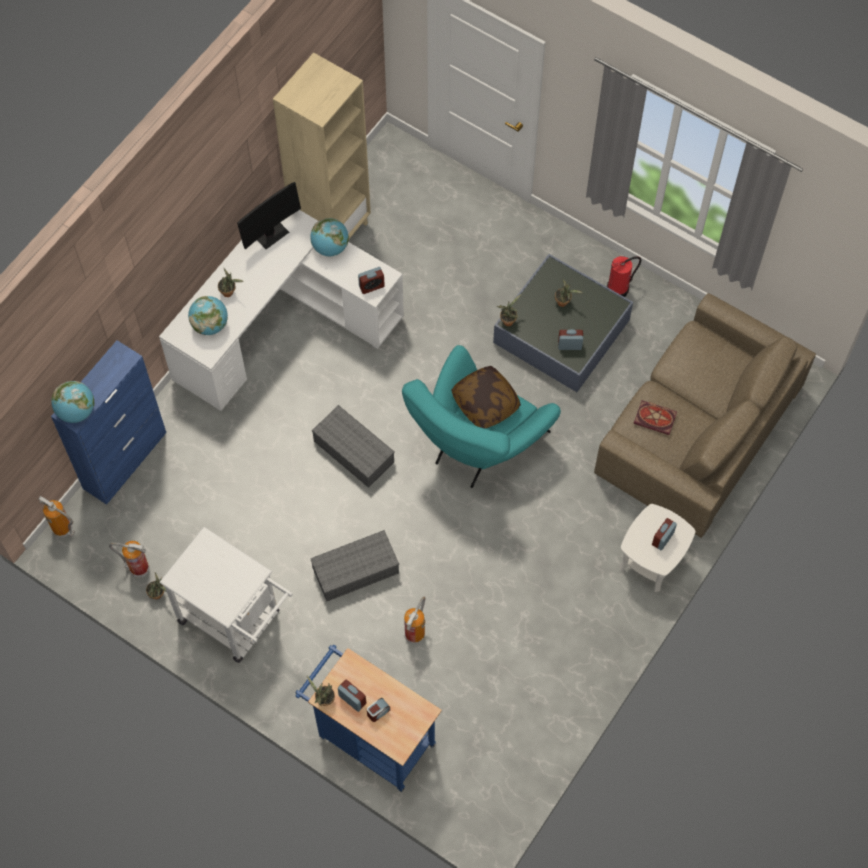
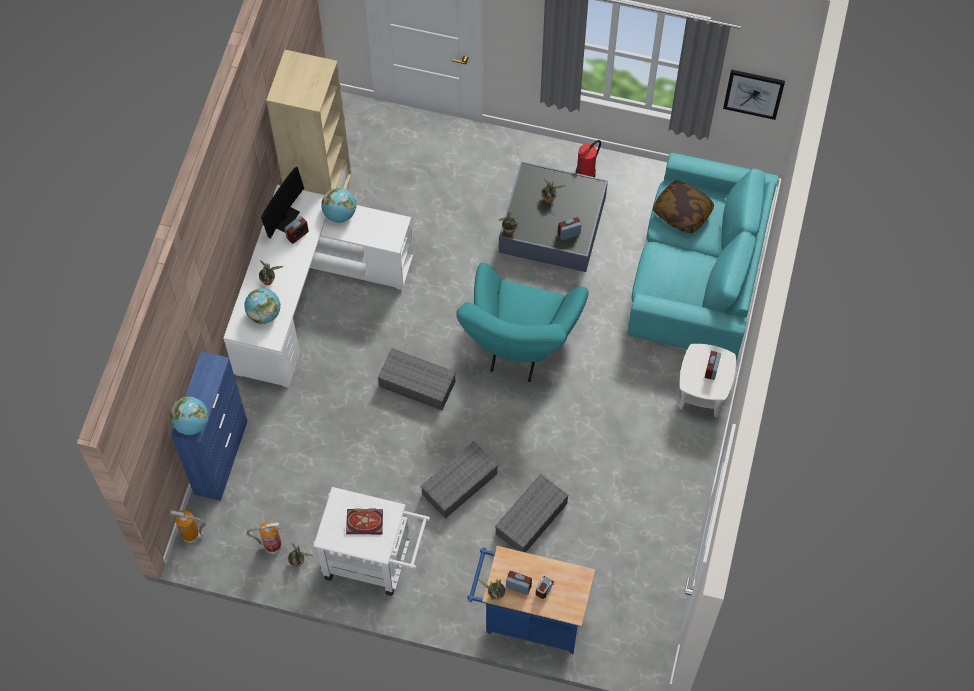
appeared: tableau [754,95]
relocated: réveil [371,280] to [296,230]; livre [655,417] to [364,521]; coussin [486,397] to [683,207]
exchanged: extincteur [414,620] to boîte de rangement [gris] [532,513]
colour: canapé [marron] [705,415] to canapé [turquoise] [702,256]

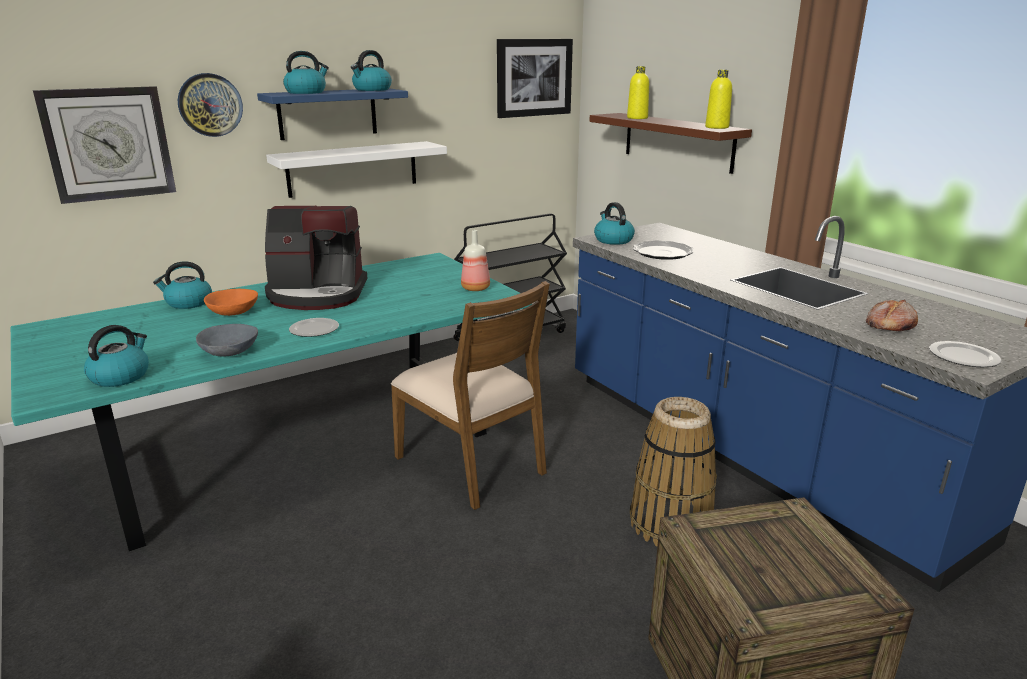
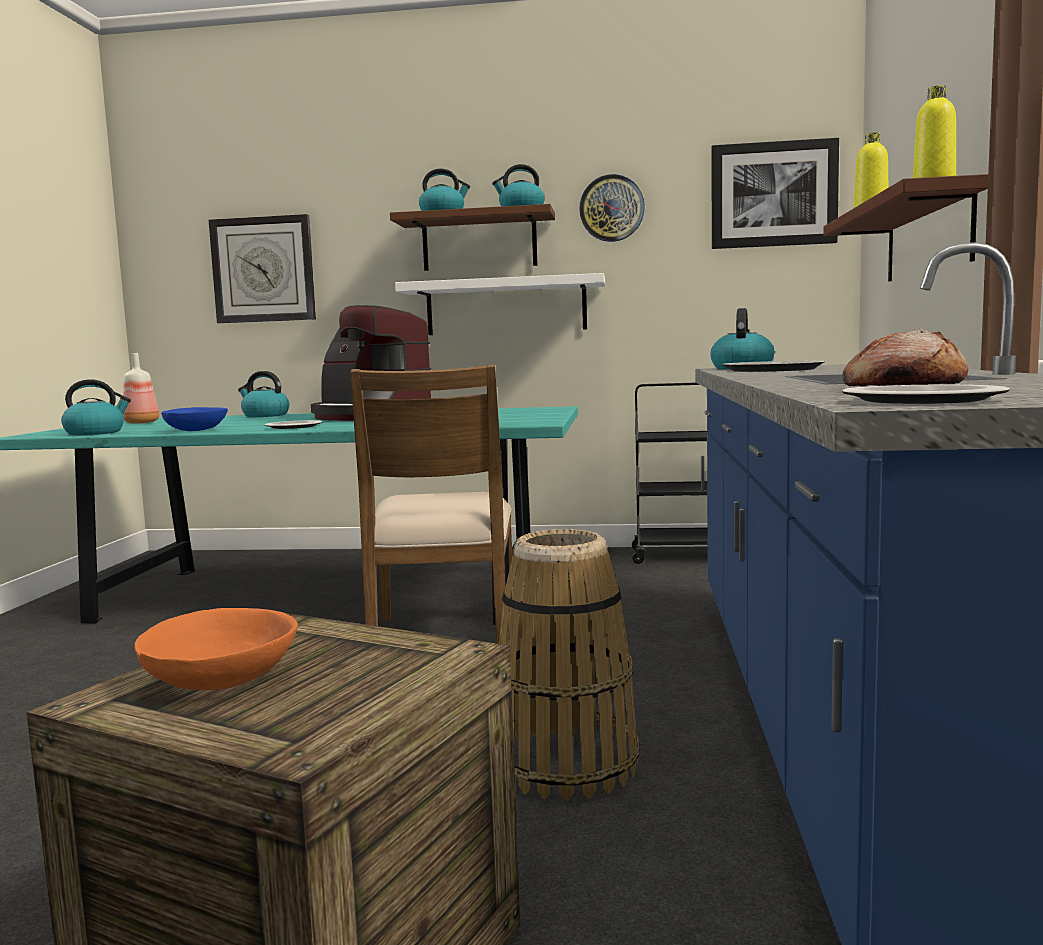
relocated: bouteille [475,260] to [141,388]; bol [orange] [231,302] to [216,649]; horloge murale [210,105] to [612,208]
colour: bol [gris] [227,340] to bol [bleu] [194,419]; étagère [bleu] [332,114] to étagère [marron] [472,237]

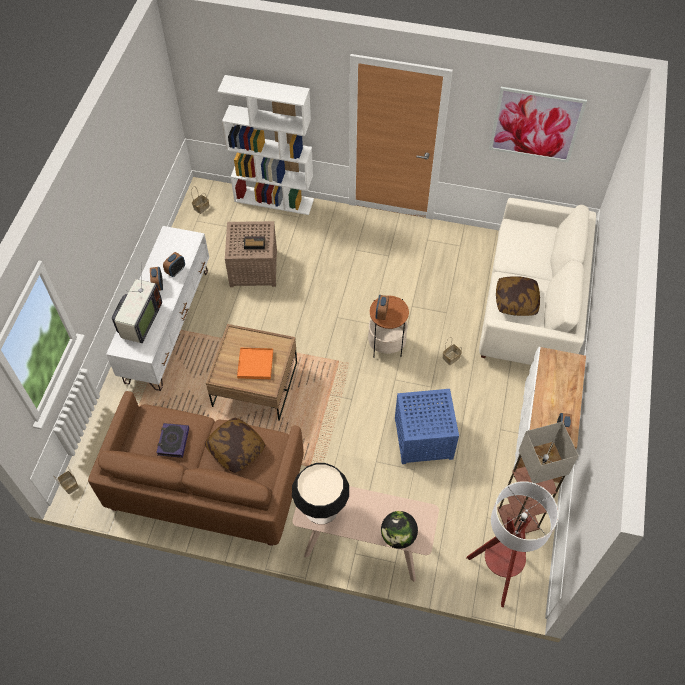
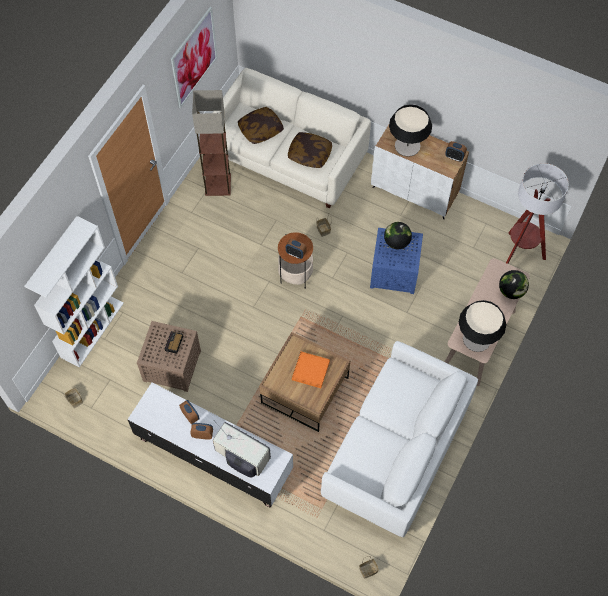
missing: livre [172,440]
appeared: globe [398,235]; lampe de table [410,130]
relocated: lampadaire [538,478] to [211,143]; coussin [235,445] to [261,125]
colour: canapé [marron] [196,468] to canapé [blanc] [399,439]

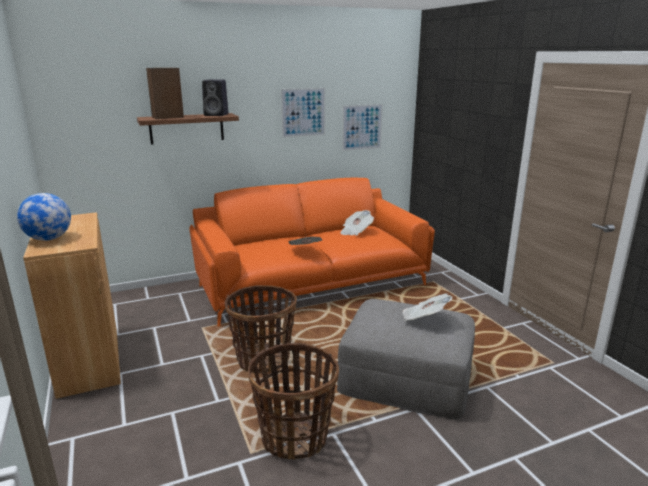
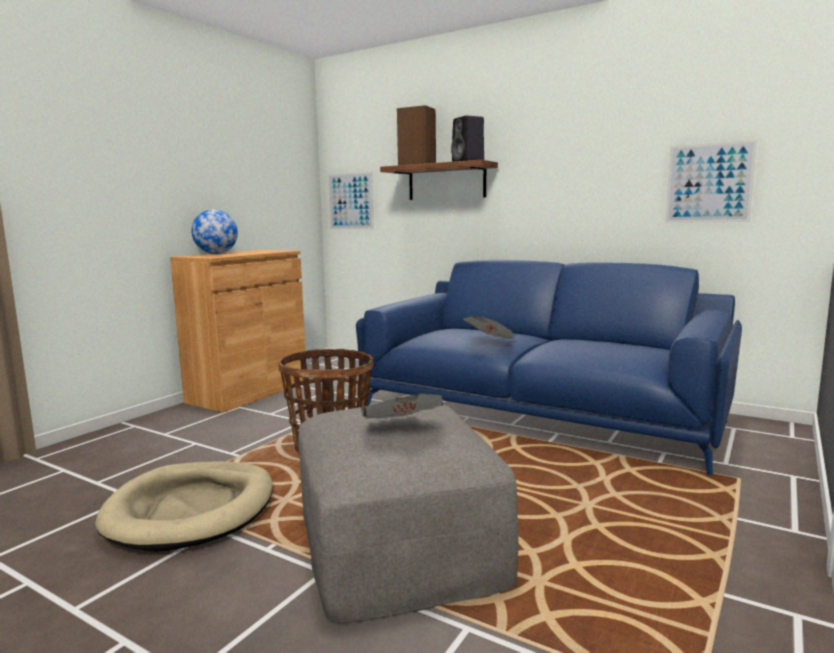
missing: journal [357,223]
relocated: tableau [303,113] to [351,200]
exchanged: panier [293,401] to panier pour chien [beige] [184,506]
colour: canapé [orange] [312,252] to canapé [bleu] [549,368]

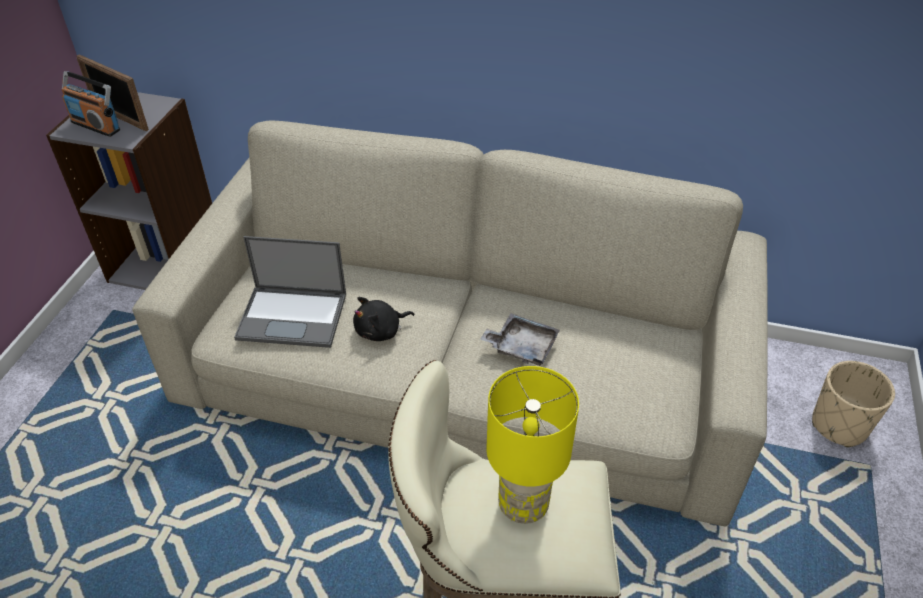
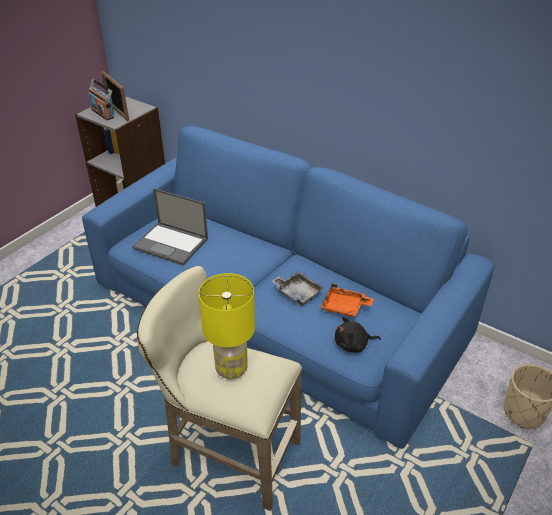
appeared: plateau [orange] [347,300]
relocated: peluche [noir] [383,319] to [358,335]
colour: canapé [beige] [450,323] to canapé [bleu] [288,287]

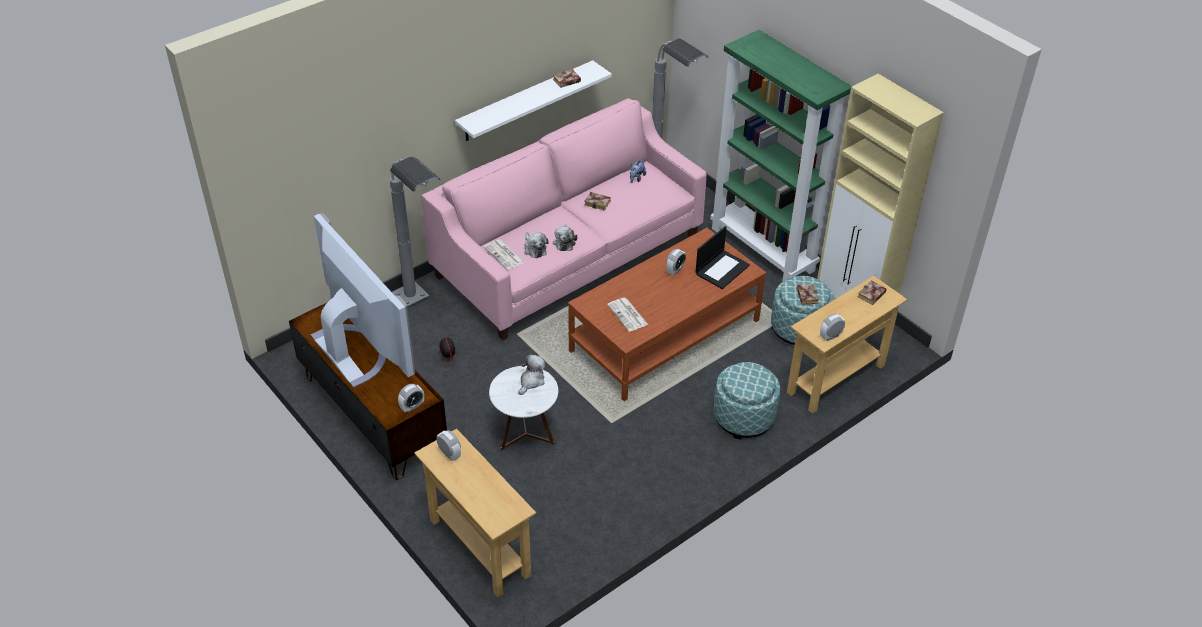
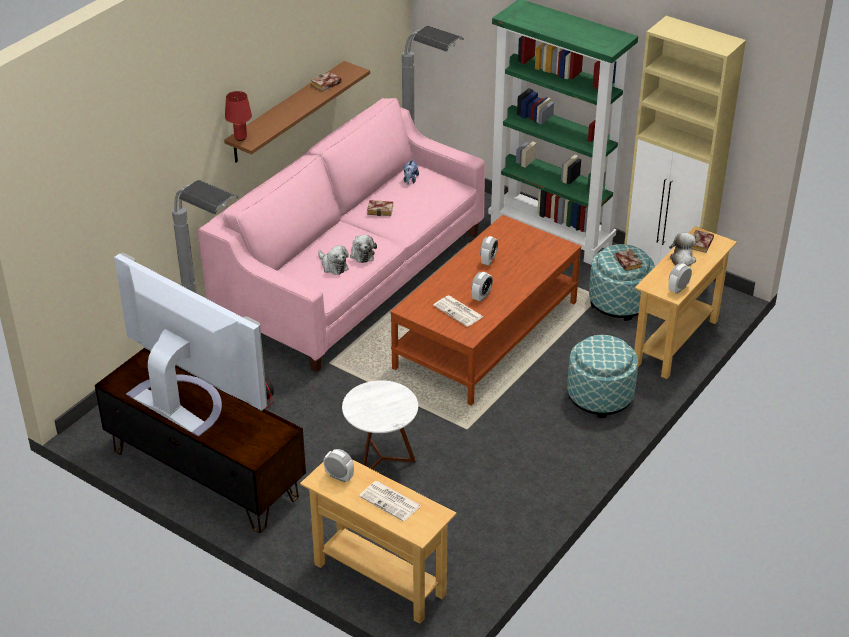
missing: ordinateur portable [722,257]
appeared: lampe de table [rouge] [238,116]
relocated: journal [504,254] to [390,501]; réveil [411,398] to [482,287]; peluche [531,374] to [682,249]
colour: étagère [blanc] [533,100] to étagère [marron] [297,112]

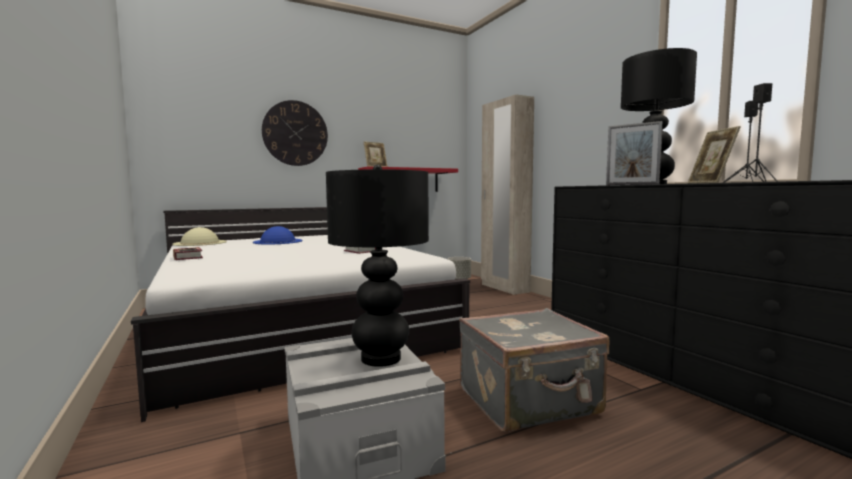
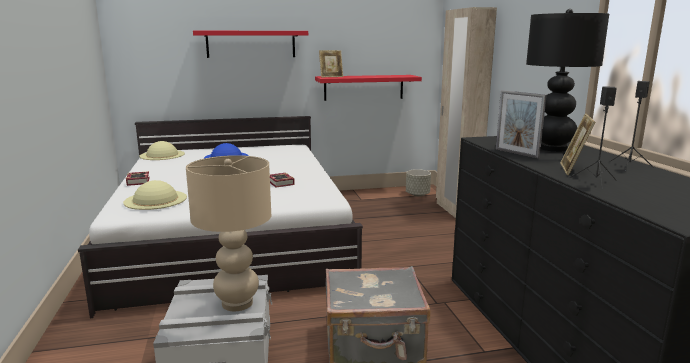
appeared: chapeau [beige] [155,195]
exchanged: horloge murale [295,133] to étagère [rouge] [250,44]
colour: lampe de table [noir] [377,266] to lampe de table [beige] [228,233]

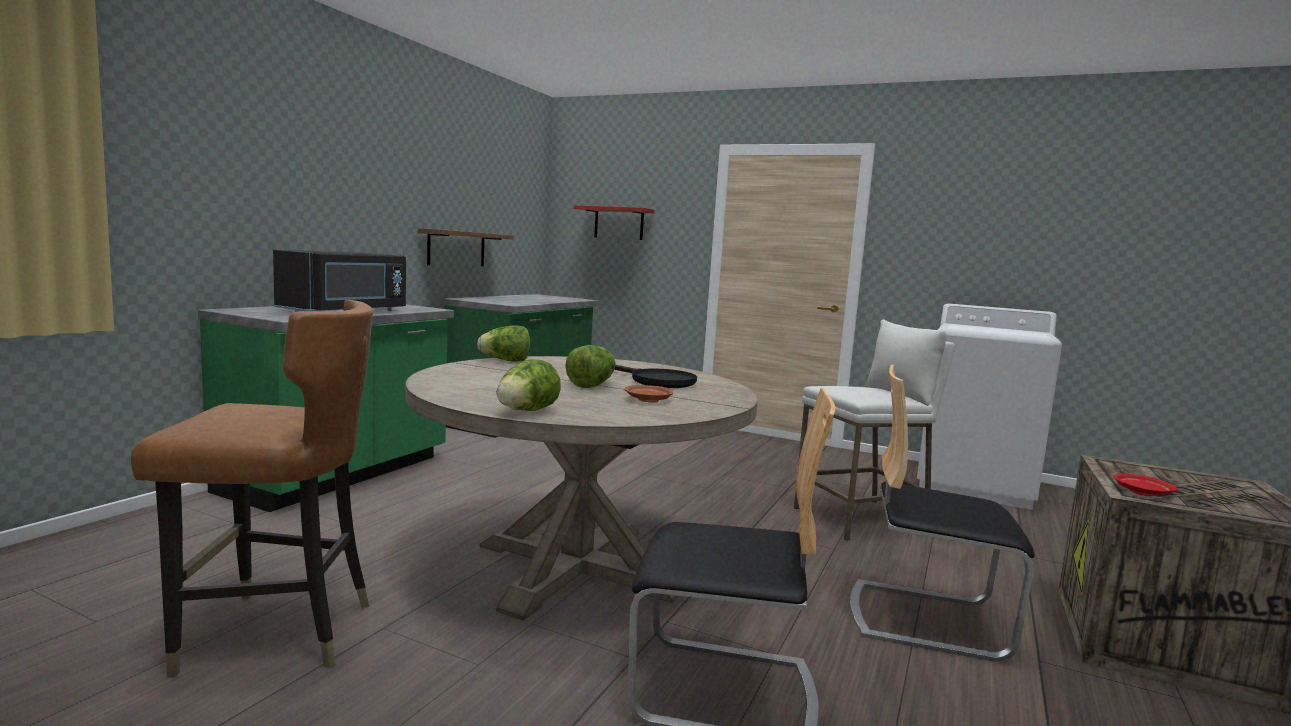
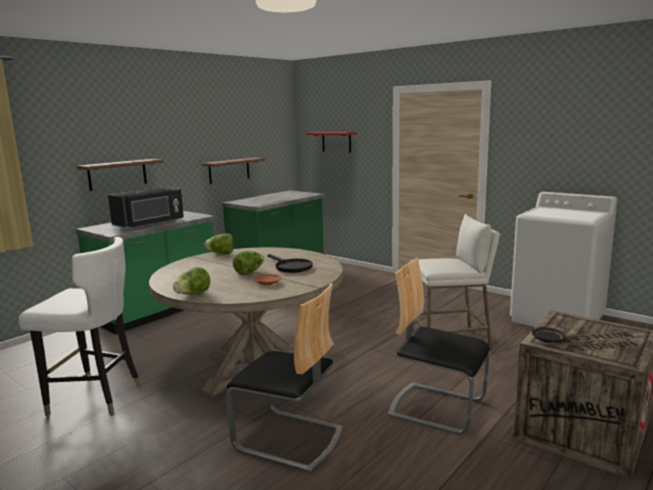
appeared: étagère [120,175]
colour: chaise [marron] [252,489] to chaise [blanc] [80,326]; assiette [rouge] [1145,484] to assiette [noir] [549,335]

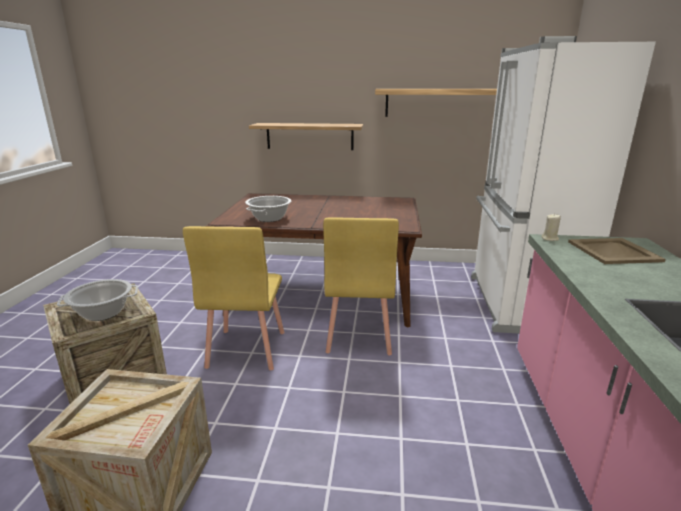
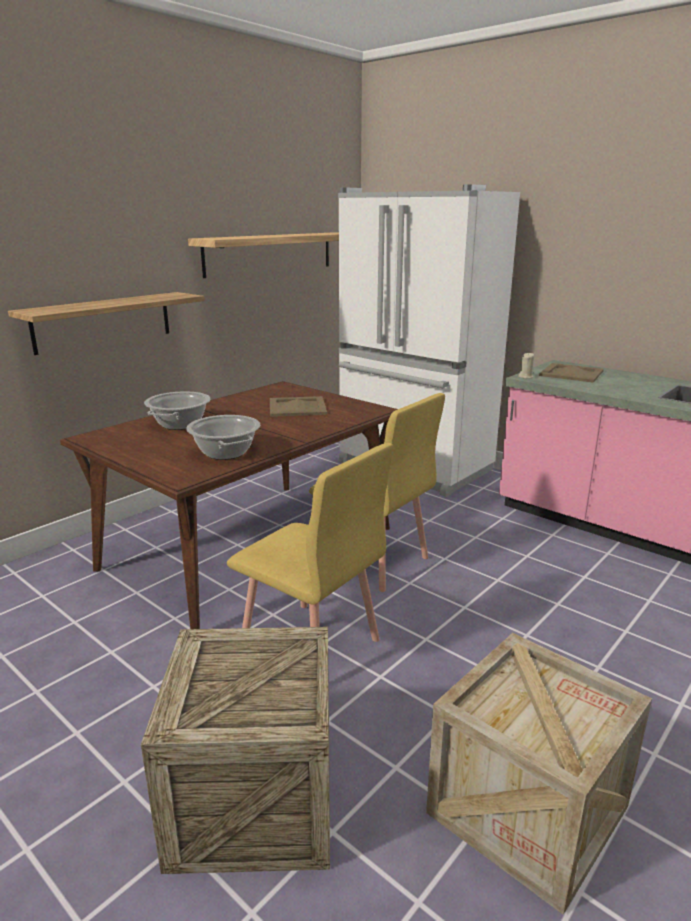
appeared: plateau [beige] [298,406]
relocated: marmite [97,300] to [177,411]

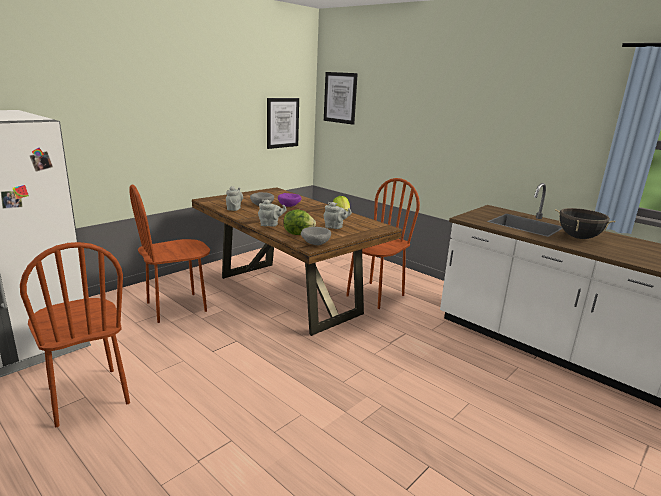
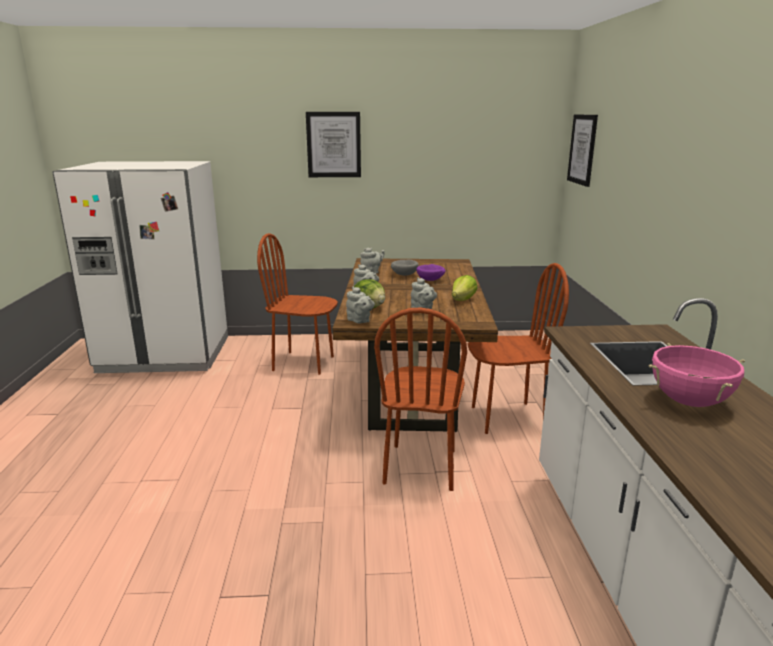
relocated: tableau [283,123] to [333,144]; chaise [marron] [75,334] to [420,399]
exchanged: bol [gris] [316,236] to théière [gris] [360,304]
colour: marmite [noir] [585,223] to marmite [rose] [697,375]

